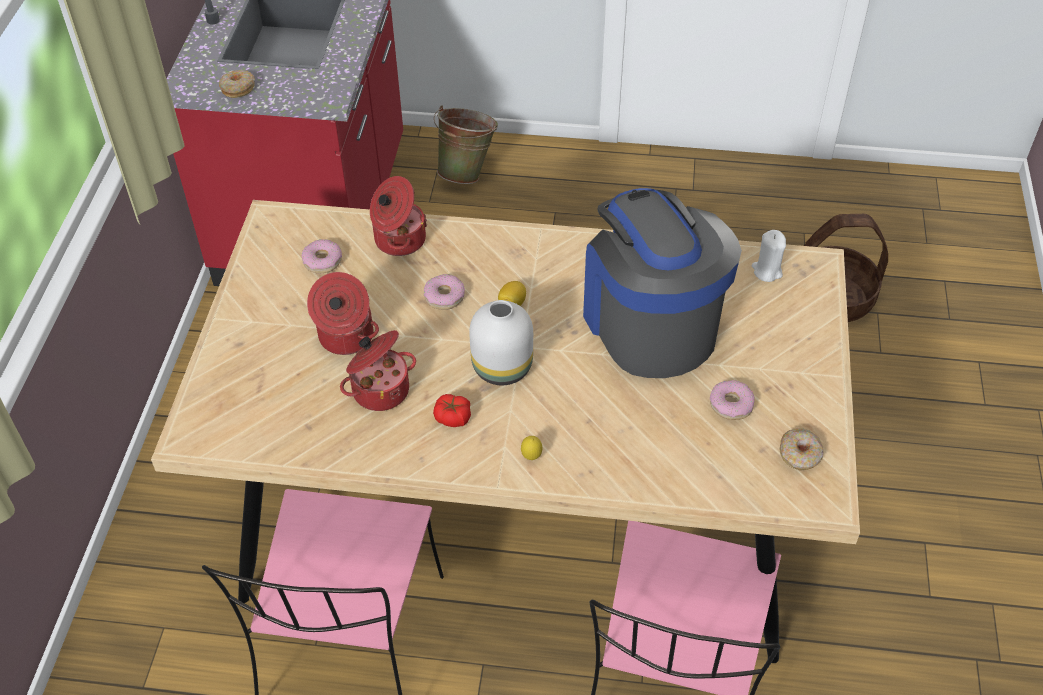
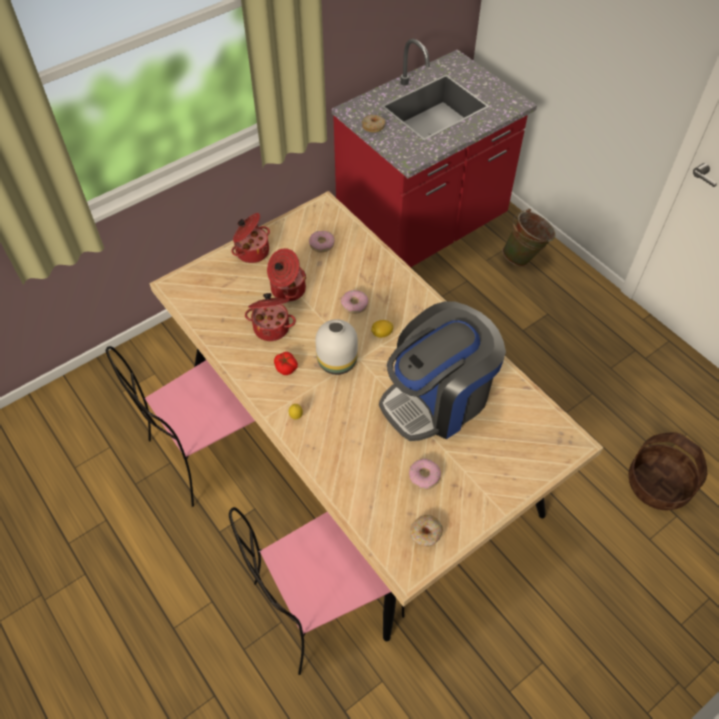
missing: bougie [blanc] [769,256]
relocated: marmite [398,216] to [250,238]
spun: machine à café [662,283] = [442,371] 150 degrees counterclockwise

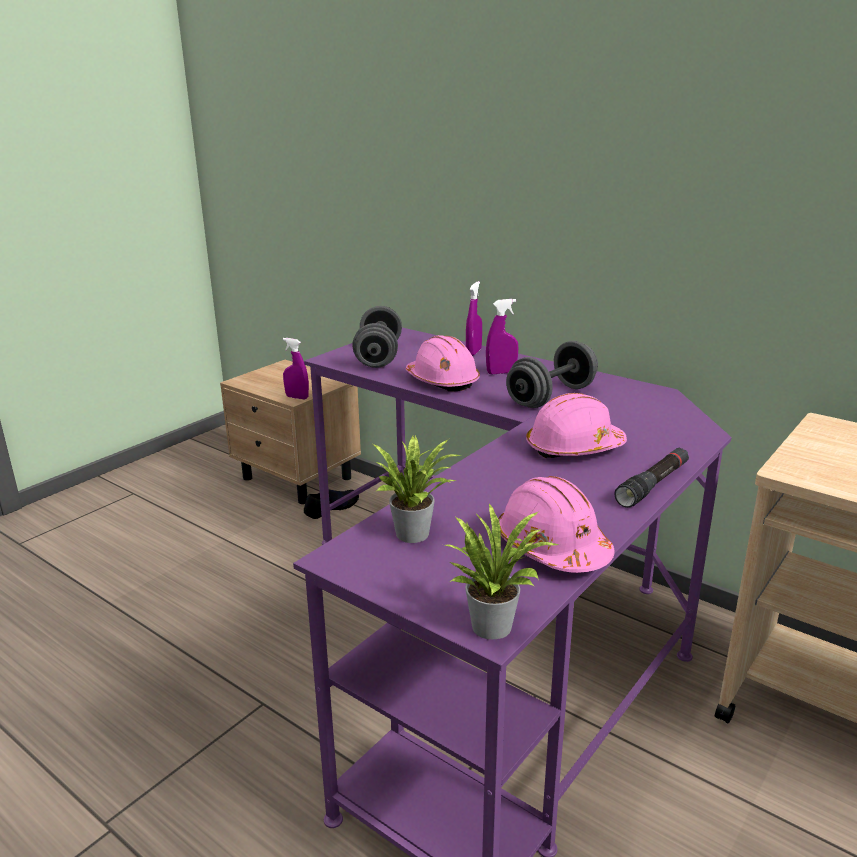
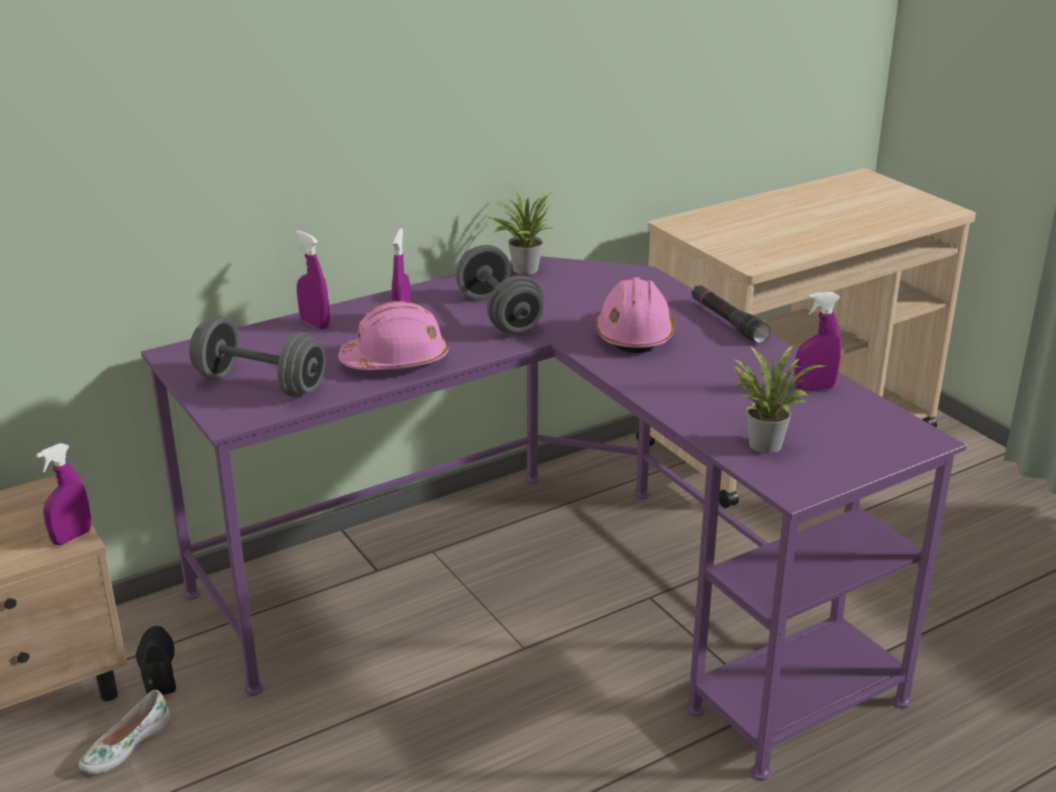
appeared: chaussure [blanc] [124,732]
relocated: plante en pot [501,571] to [521,232]
exchanged: casque de chantier [rose] [556,524] to vaporisateur [violet] [818,341]

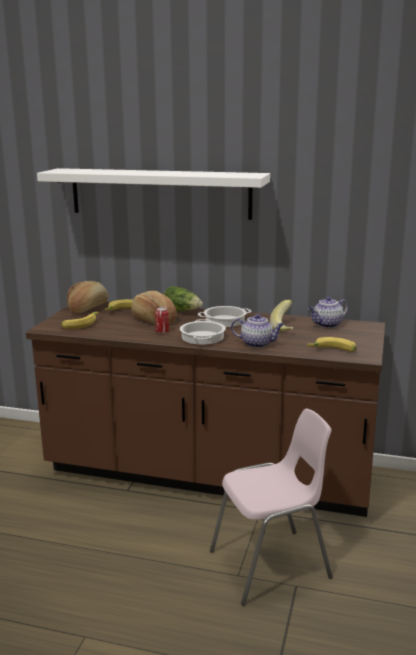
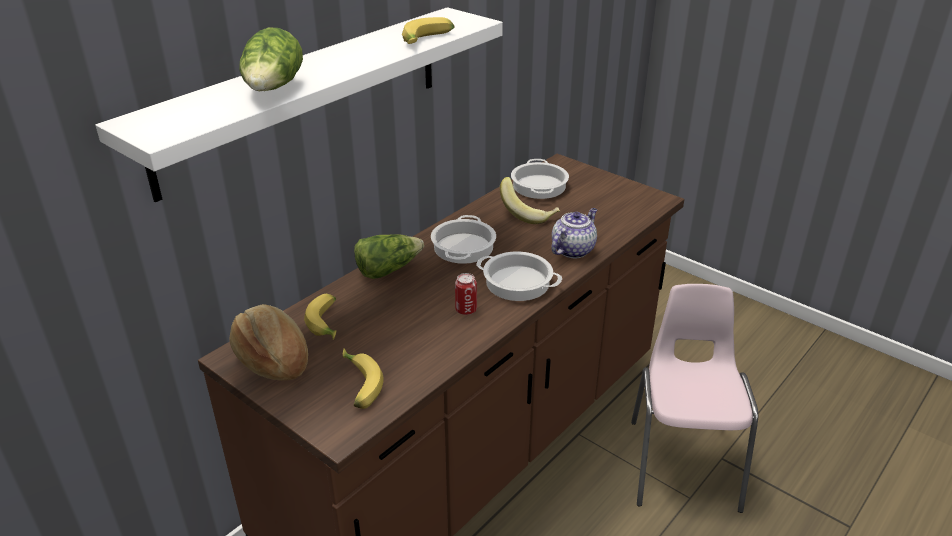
missing: pain [154,307]
appeared: laitue [271,59]
relocated: banane [332,344] to [428,30]
exchanged: théière [328,312] to marmite [540,179]

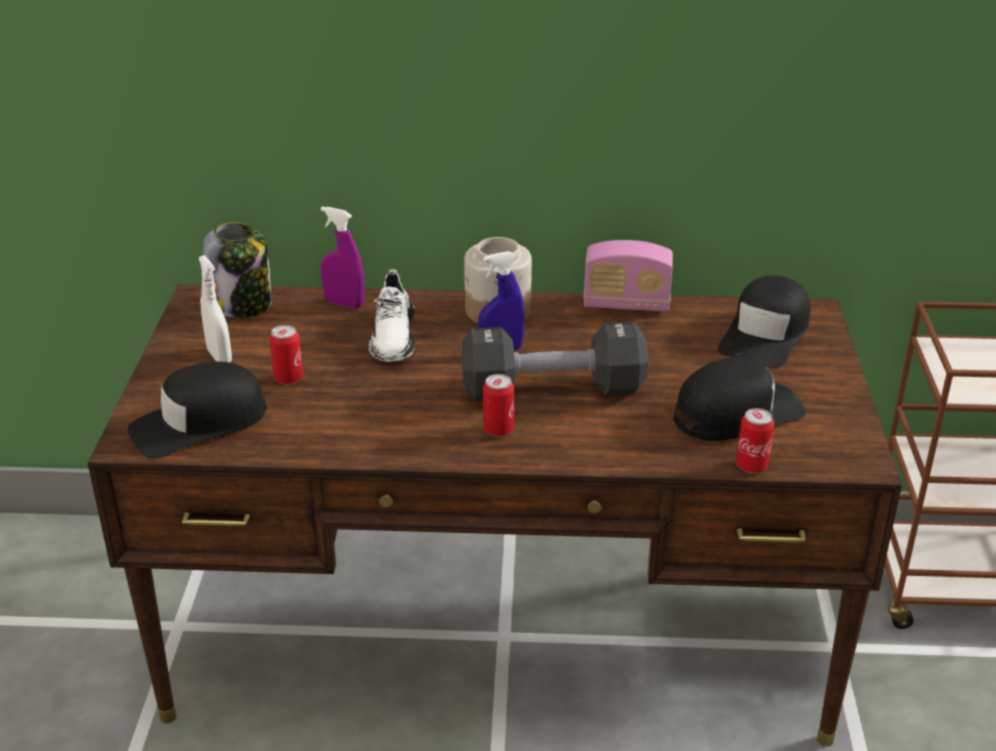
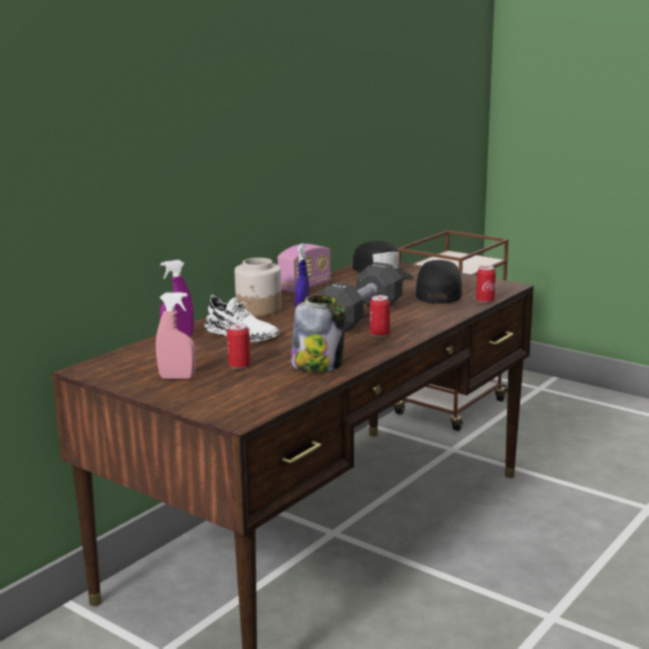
missing: casquette [noir] [197,410]
relocated: bocal [237,270] to [318,333]
colour: vaporisateur [blanc] [215,309] to vaporisateur [rose] [176,335]

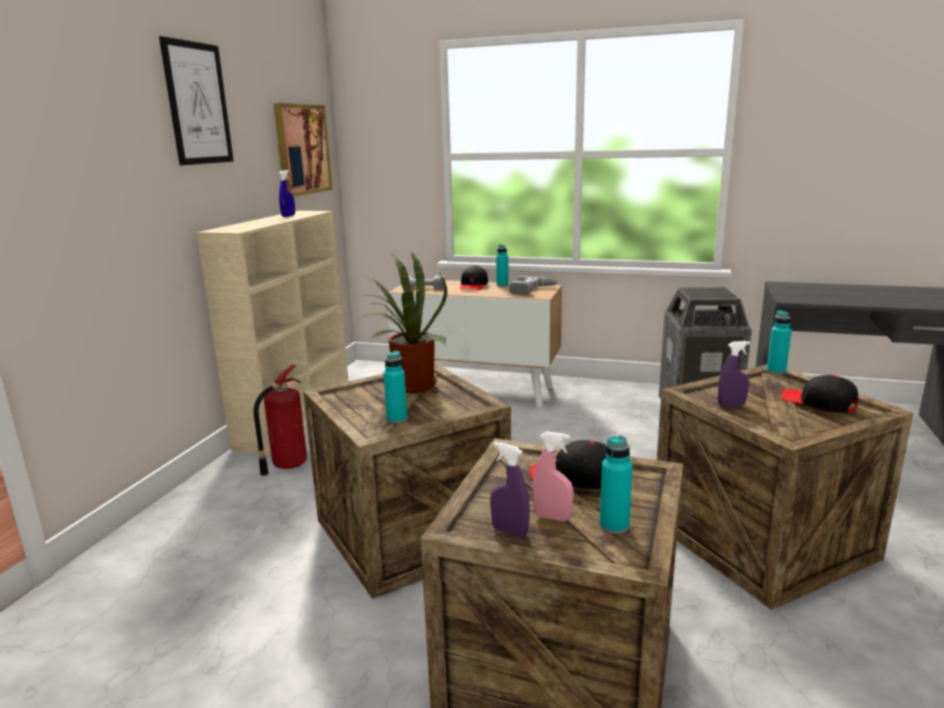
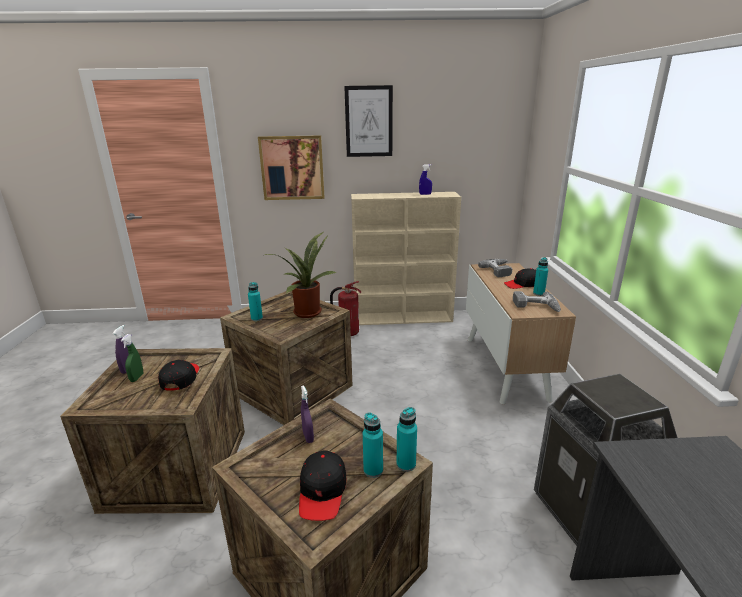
relocated: tableau [303,150] to [291,167]; bouteille [turquoise] [616,484] to [373,445]
colour: vaporisateur [rose] [553,476] to vaporisateur [vert] [132,358]
spun: casquette [noir] [819,394] = [322,485] 150 degrees clockwise

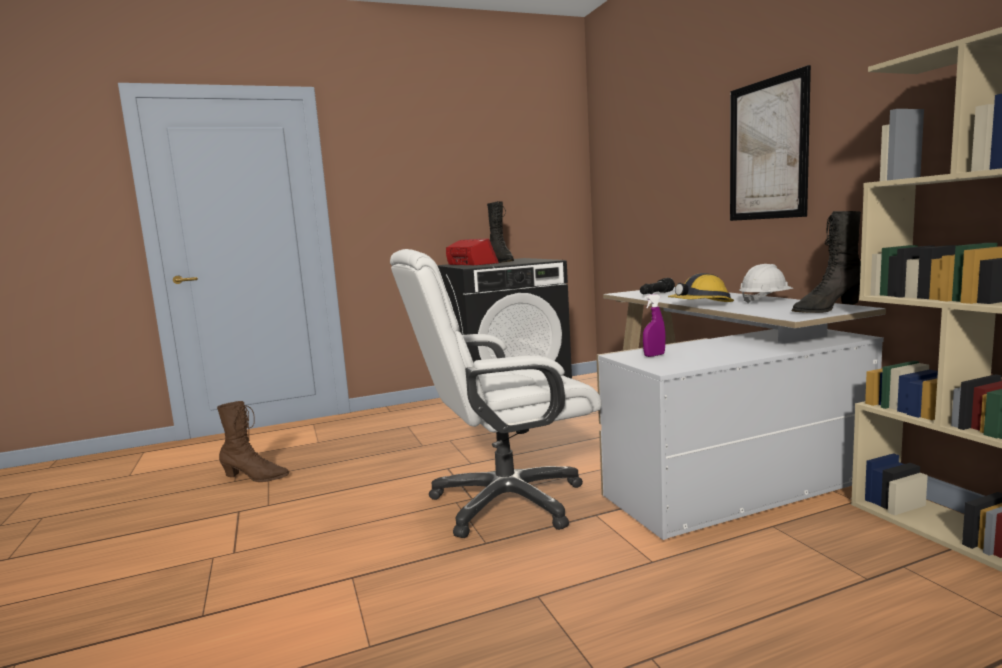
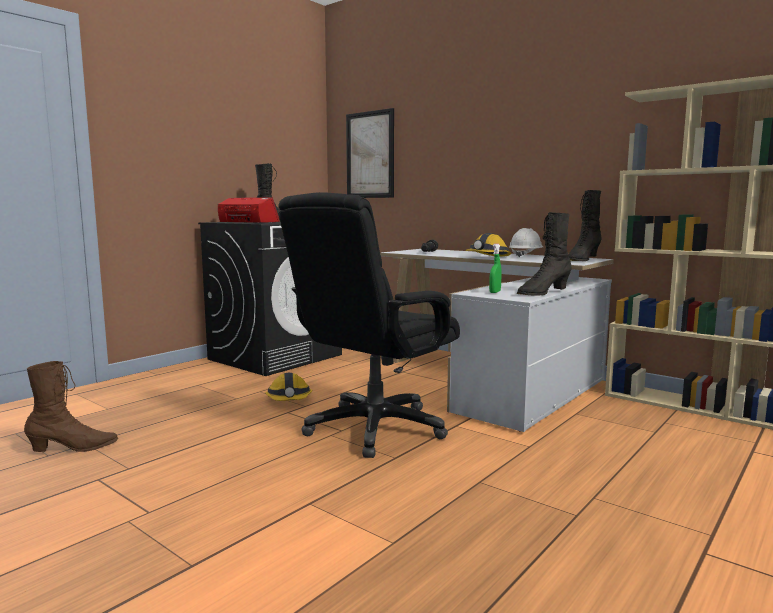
appeared: casque de chantier [288,387]; botte [noir] [544,254]
relocated: tableau [770,143] to [370,153]
colour: chaise de bureau [blanc] [496,393] to chaise de bureau [noir] [369,325]; vaporisateur [violet] [654,325] to vaporisateur [vert] [495,268]

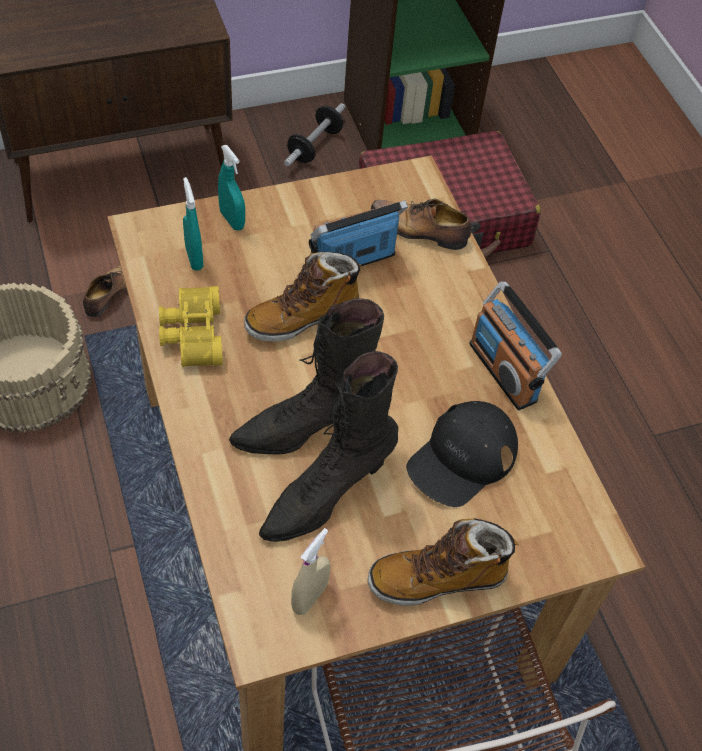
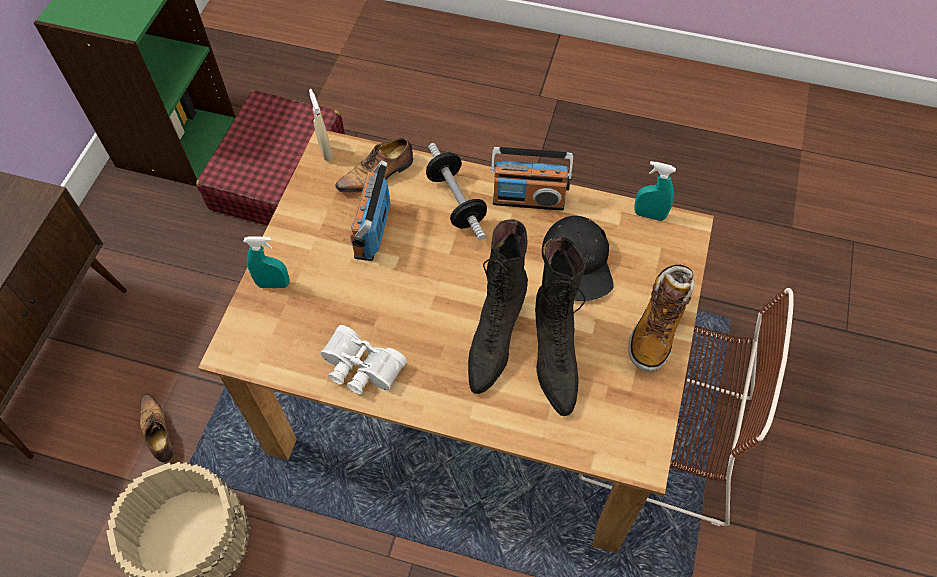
missing: botte [303,296]
relocated: vaporisateur [beige] [310,571] to [321,125]; haltère [314,135] to [456,191]; vaporisateur [turquoise] [193,224] to [655,191]
colour: jumelles [jaune] [191,326] to jumelles [blanc] [363,359]

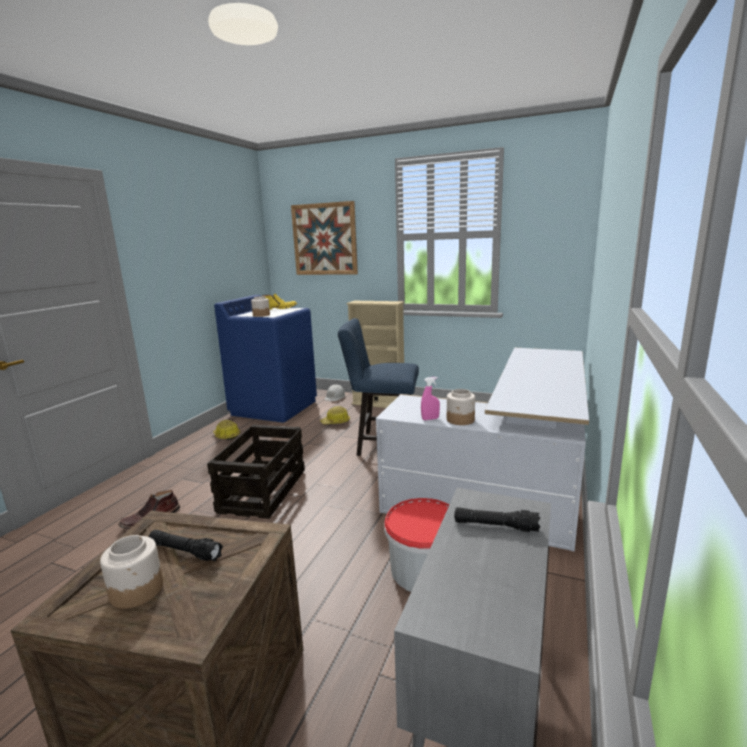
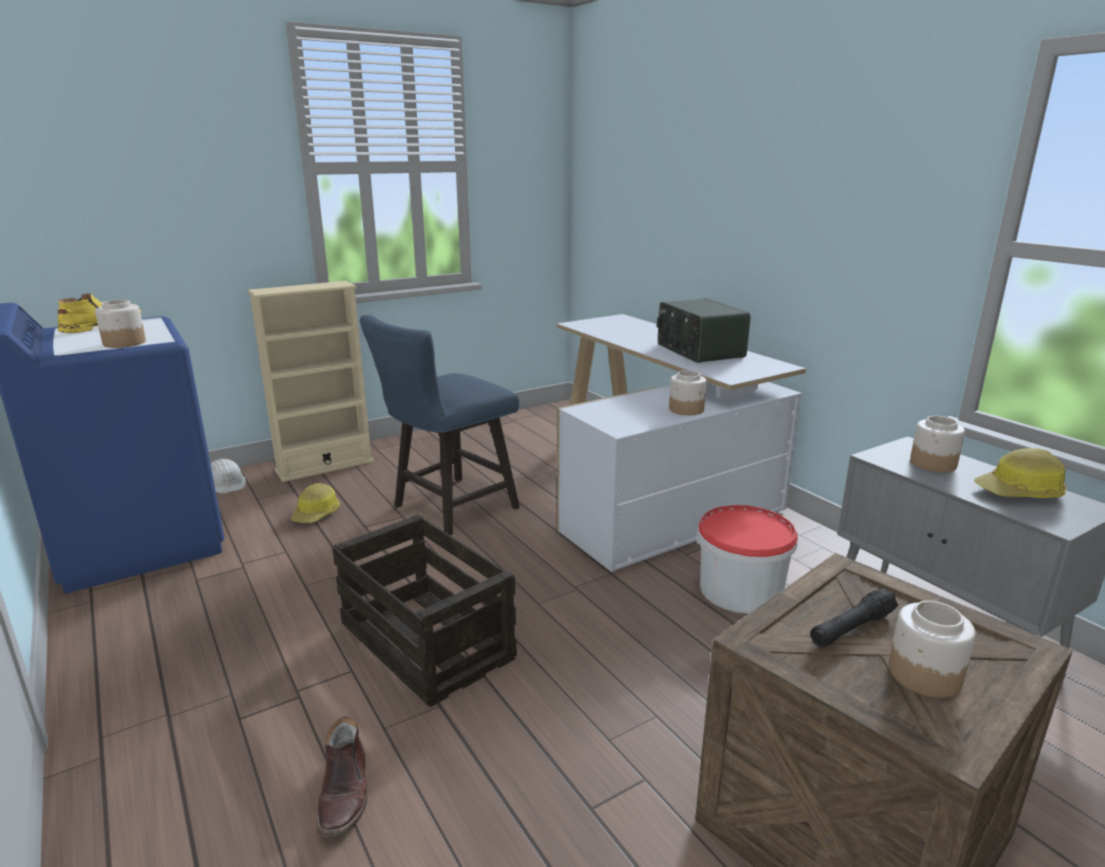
missing: tableau [324,238]; vaporisateur [rose] [430,398]
appeared: radio [704,330]
relocated: casque de chantier [226,430] to [1020,473]
exchanged: lampe de poche [noir] [497,519] to bocal [937,444]

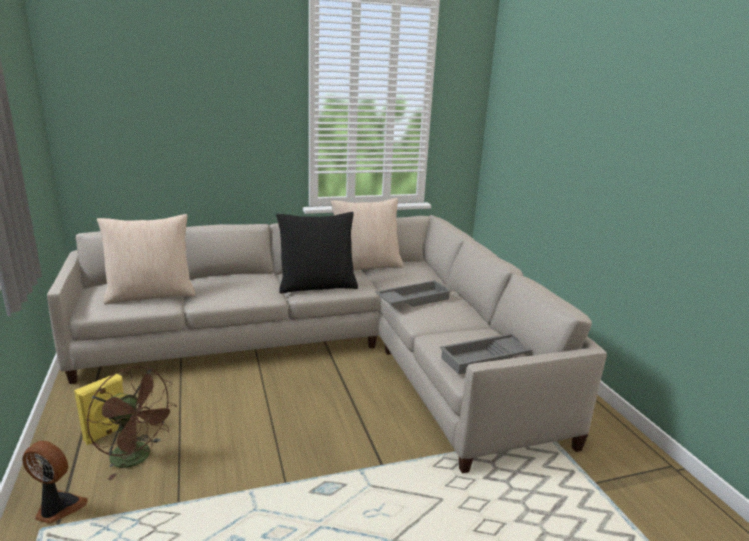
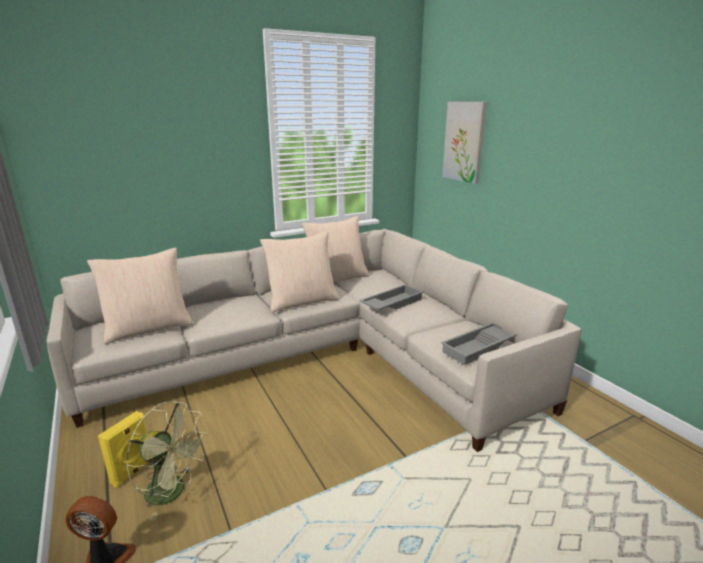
appeared: tableau [464,143]
colour: ventilateur [marron] [132,423] to ventilateur [vert] [167,461]; coussin [noir] [317,253] to coussin [beige] [299,271]

